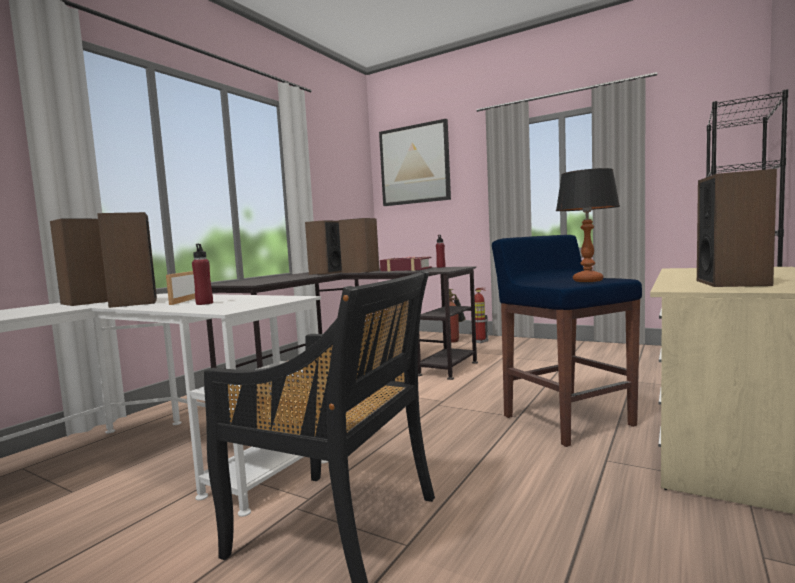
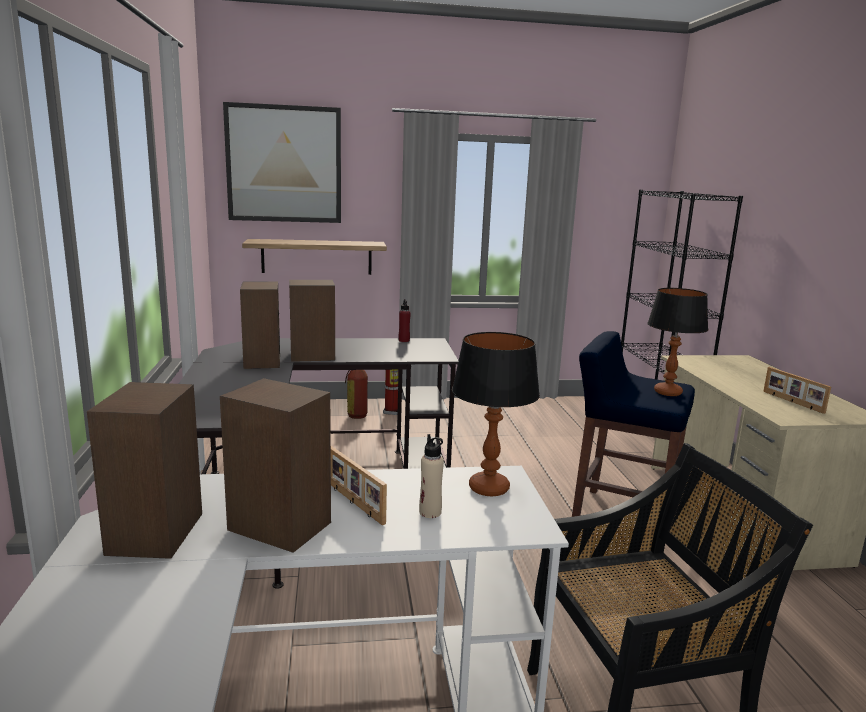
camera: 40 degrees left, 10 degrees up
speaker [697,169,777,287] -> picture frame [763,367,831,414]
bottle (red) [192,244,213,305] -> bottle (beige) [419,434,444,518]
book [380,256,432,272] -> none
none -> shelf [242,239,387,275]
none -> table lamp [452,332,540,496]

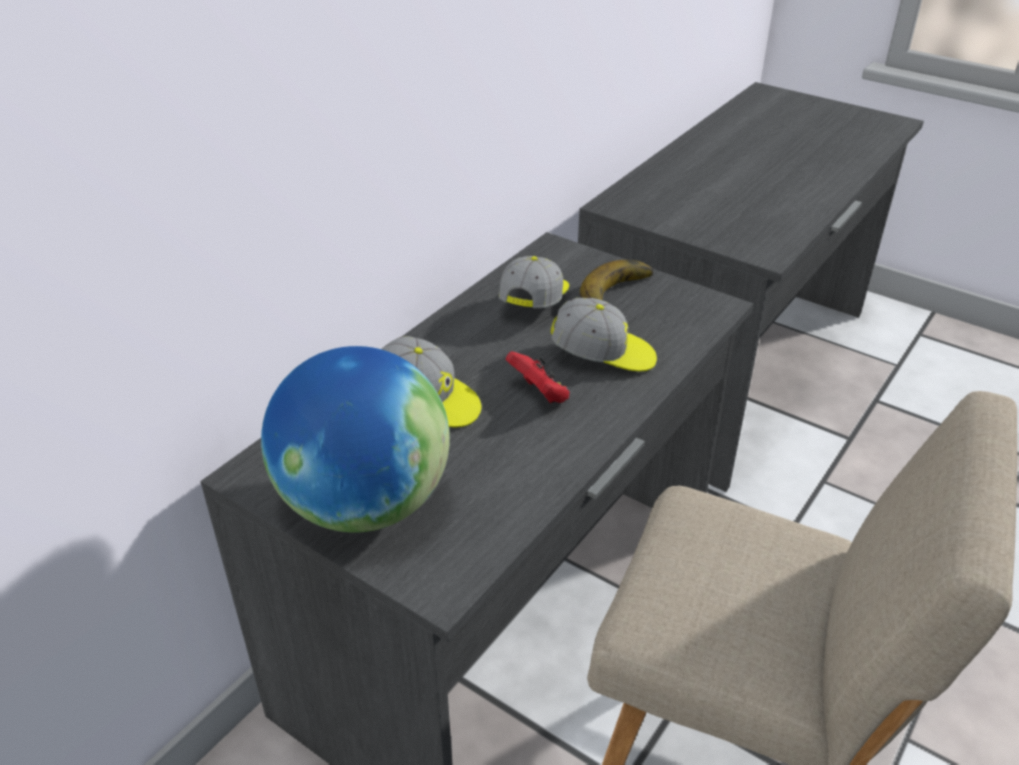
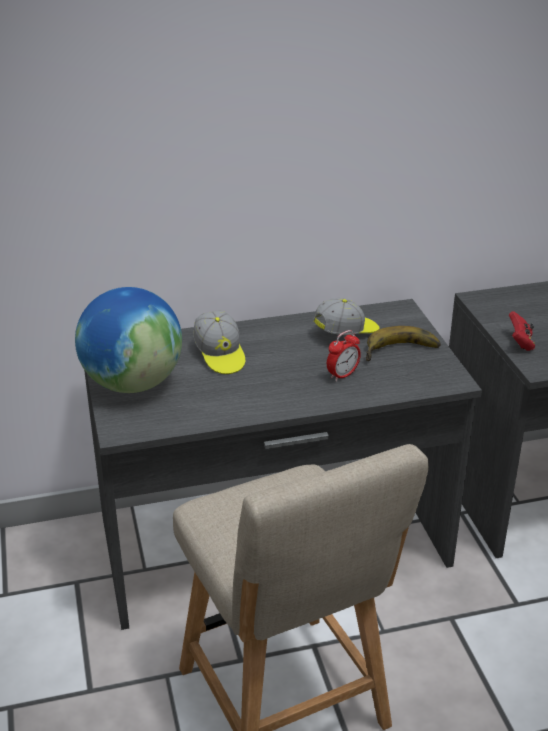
camera: 40 degrees right, 5 degrees down
cap [551,298,657,372] -> alarm clock [327,330,361,381]
game controller (red) [506,351,570,403] -> game controller (red) [509,311,535,351], moved

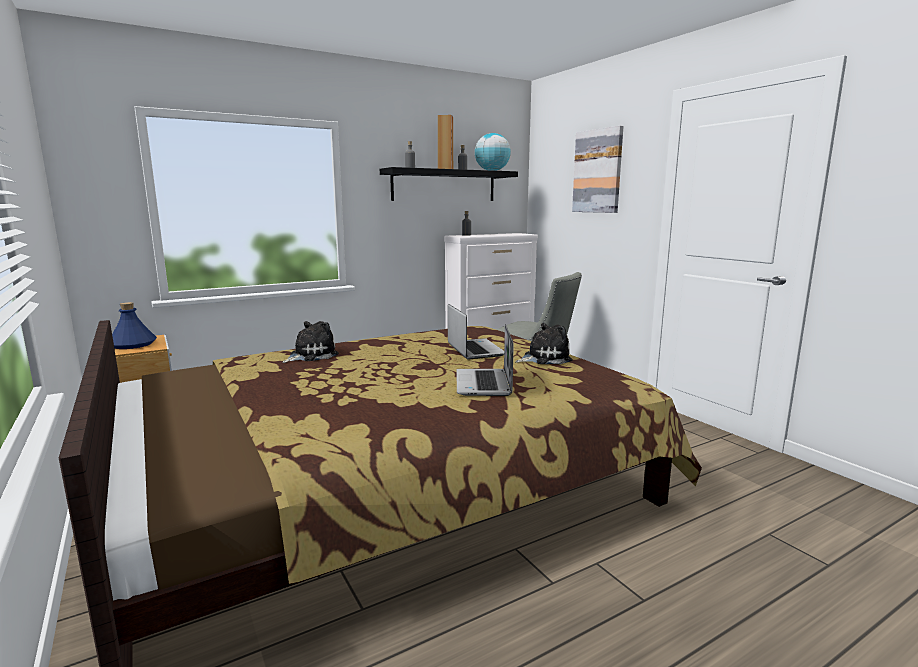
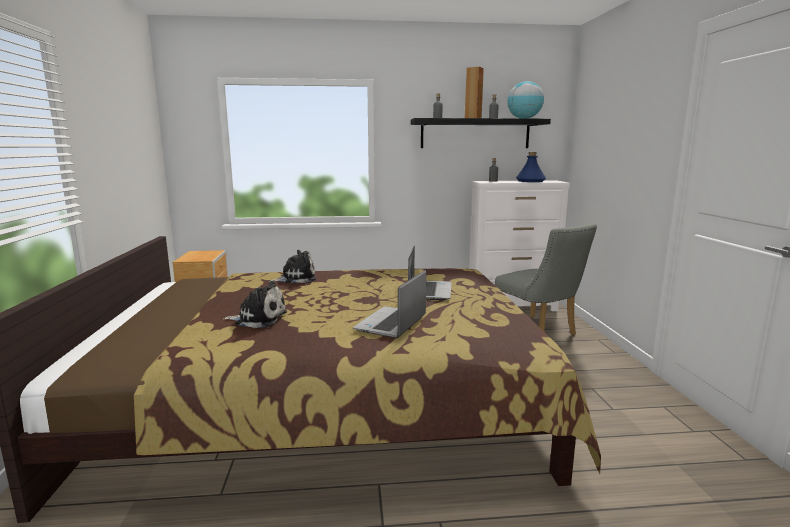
camera: 25 degrees right, 0 degrees up
picture [572,126,624,213] -> none
bottle (blue) [112,302,157,349] -> bottle (blue) [516,152,546,182], moved
plush toy [515,323,572,364] -> plush toy [223,281,287,328], moved

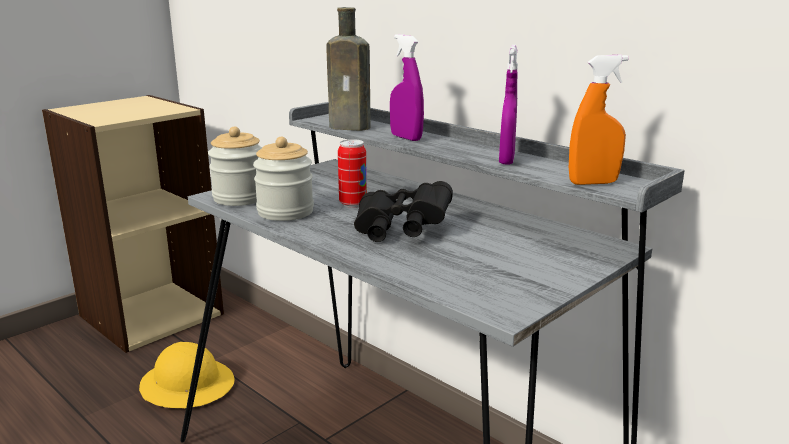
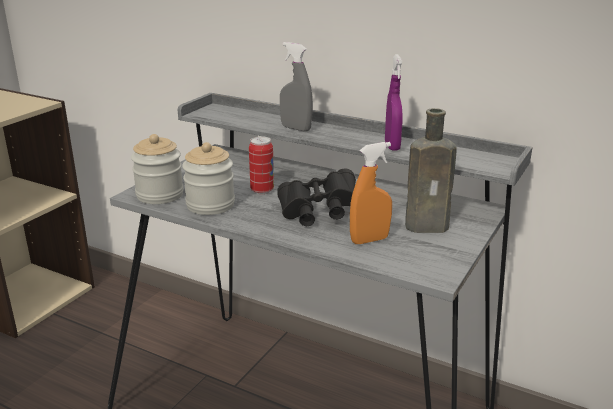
camera: 15 degrees left, 5 degrees up
bottle (brown) [326,7,371,131] -> bottle (brown) [405,108,457,233], moved
spray bottle (purple) [390,34,424,141] -> spray bottle (grey) [280,42,313,132]
spray bottle (orange) [569,55,629,185] -> spray bottle (orange) [350,142,392,244], moved
hard hat (yellow) [139,342,234,408] -> none

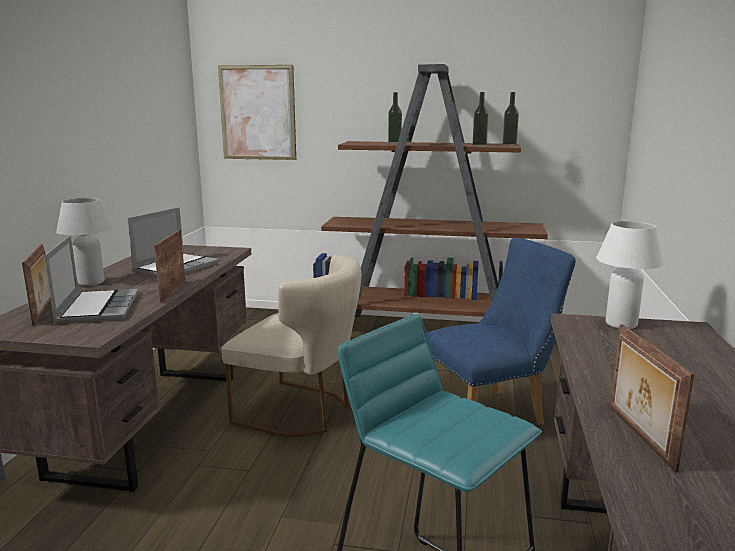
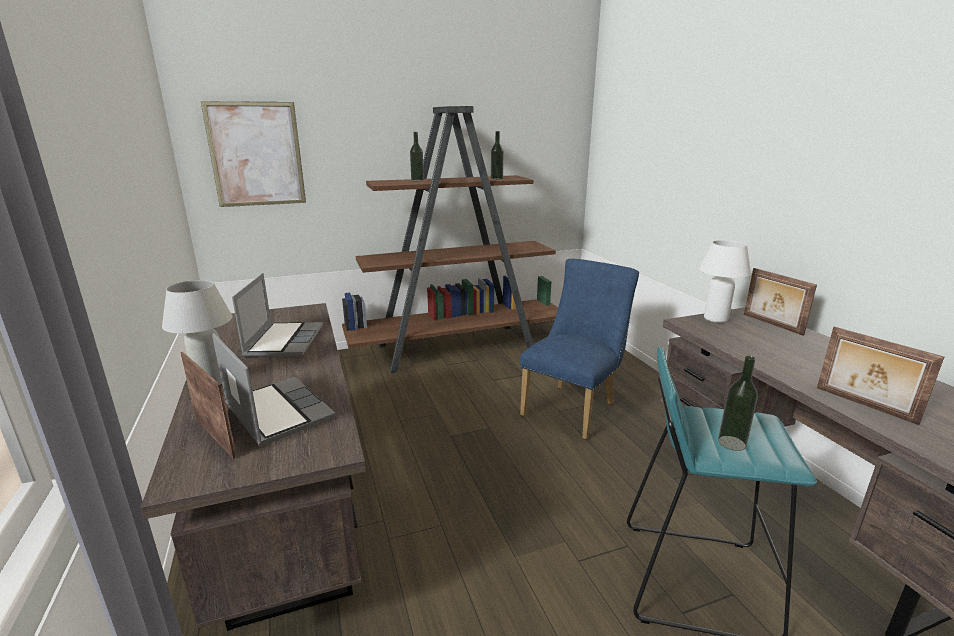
camera: 30 degrees left, 5 degrees up
bottle [503,92,519,146] -> bottle [718,356,758,451], moved
picture frame [154,229,185,303] -> picture frame [744,268,817,336], moved
chair (beige) [221,255,361,437] -> none

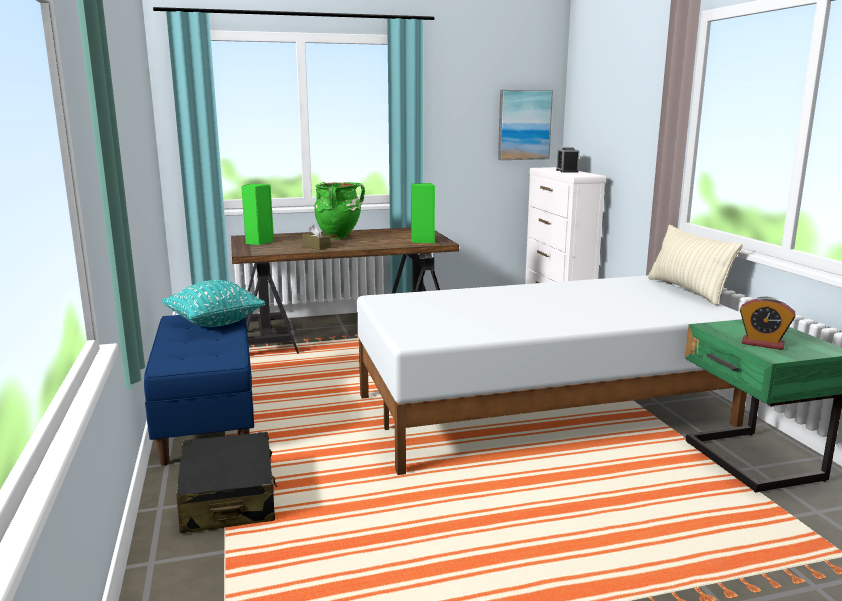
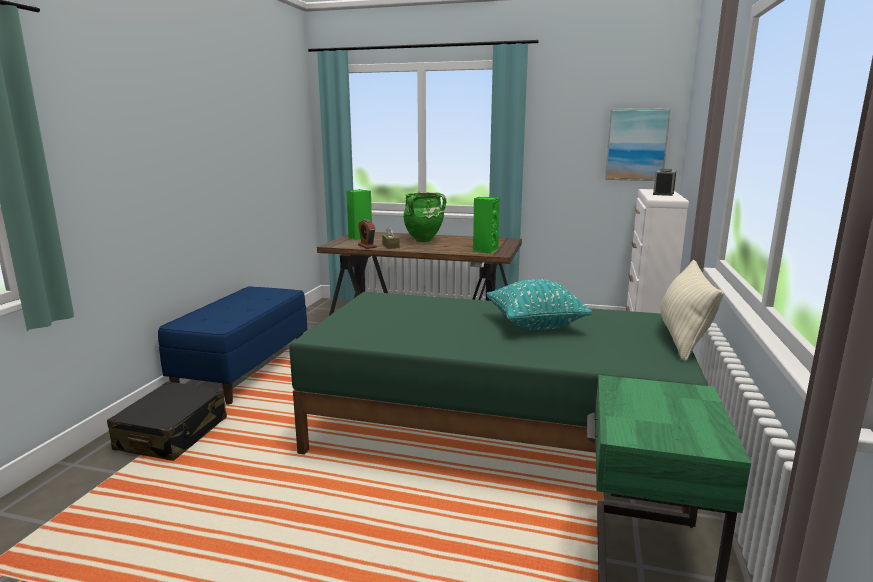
camera: 30 degrees right, 0 degrees up
bed (white) [357,275,747,475] -> bed (green) [289,292,709,514]
pillow (turquoise) [162,280,266,327] -> pillow (turquoise) [486,279,592,330], moved
alarm clock [740,297,796,350] -> alarm clock [358,219,377,249], moved

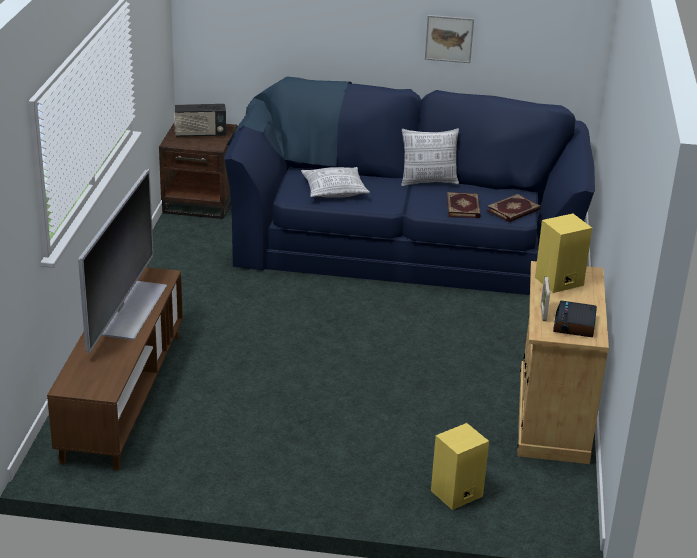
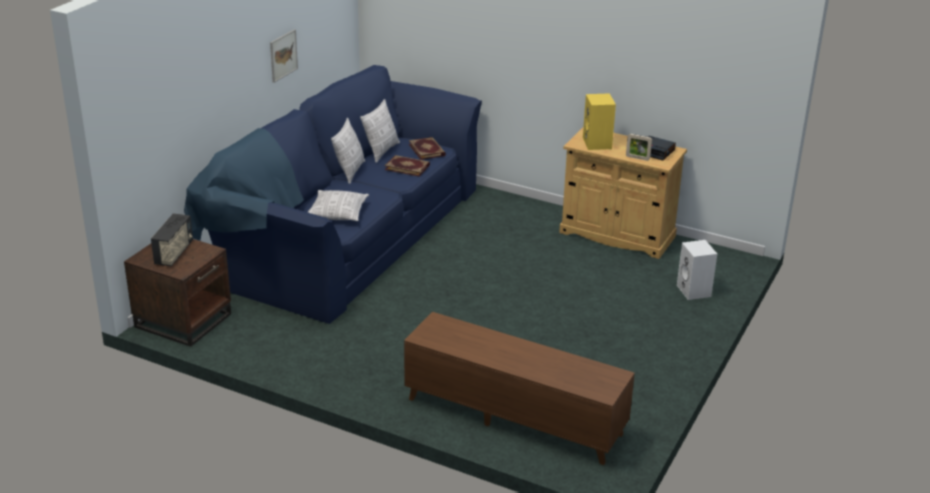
camera: 70 degrees left, 0 degrees up
television [78,169,167,354] -> none
speaker (yellow) [431,423,489,510] -> speaker (white) [677,240,717,300]
none -> pillow [360,99,400,163]

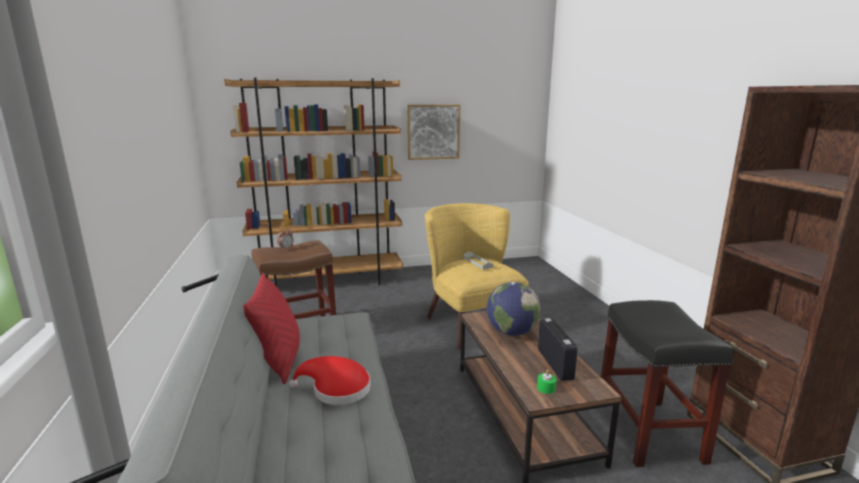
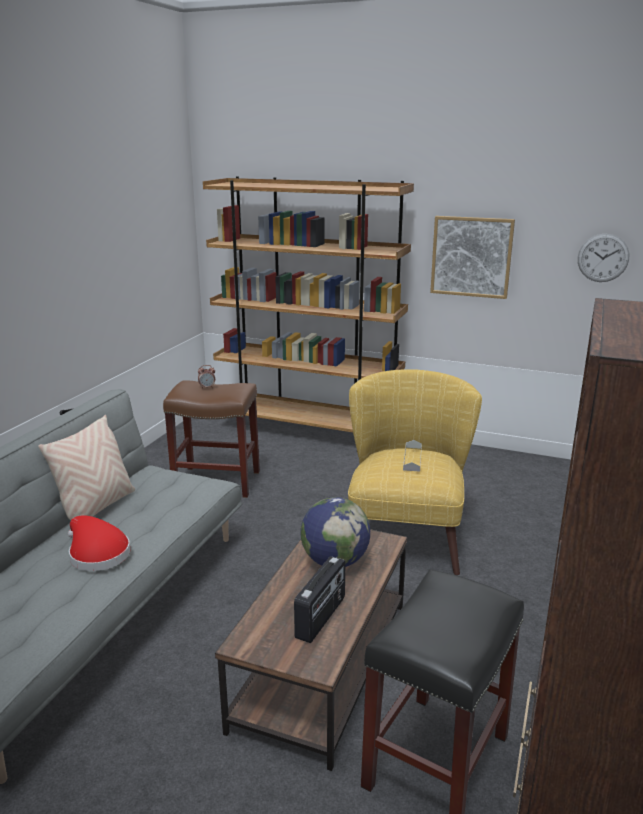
camera: 35 degrees right, 5 degrees up
pillow (red) [243,273,300,384] -> pillow (beige) [38,415,135,521]
candle (green) [537,369,556,394] -> none
none -> wall clock [578,234,629,282]

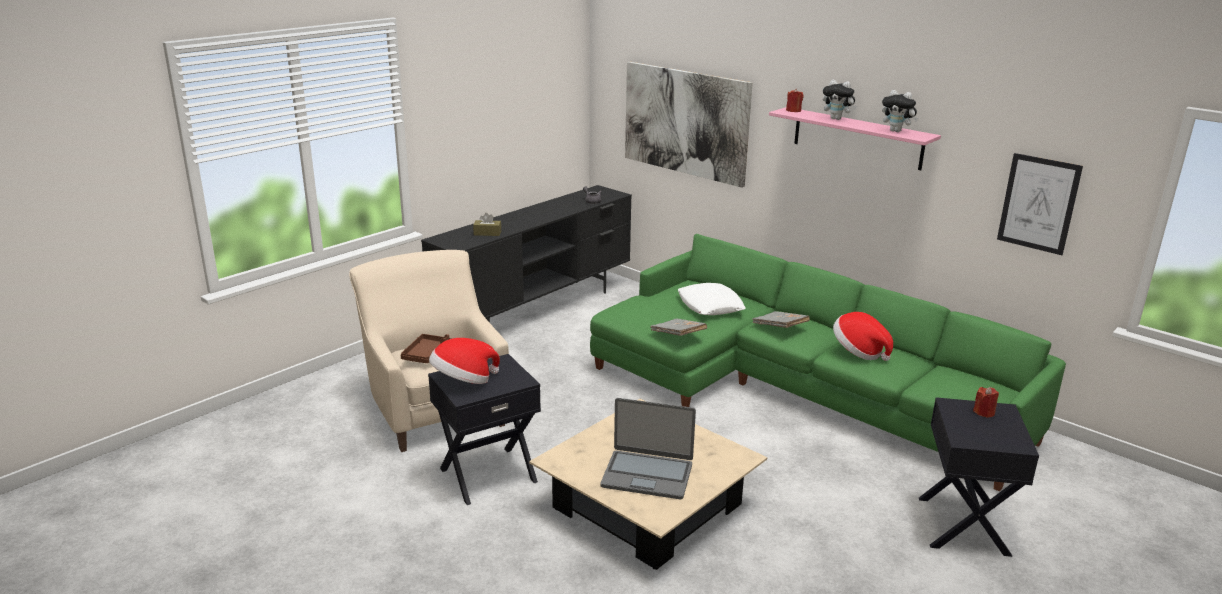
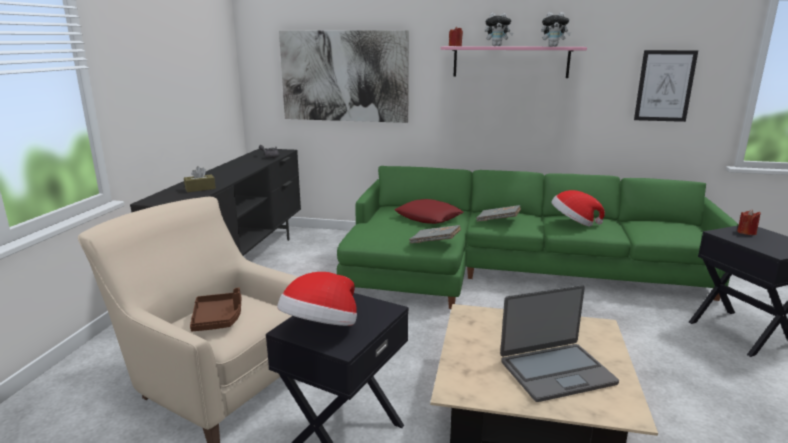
camera: 30 degrees left, 5 degrees down
pillow (white) [678,283,746,315] -> pillow (red) [395,199,464,224]

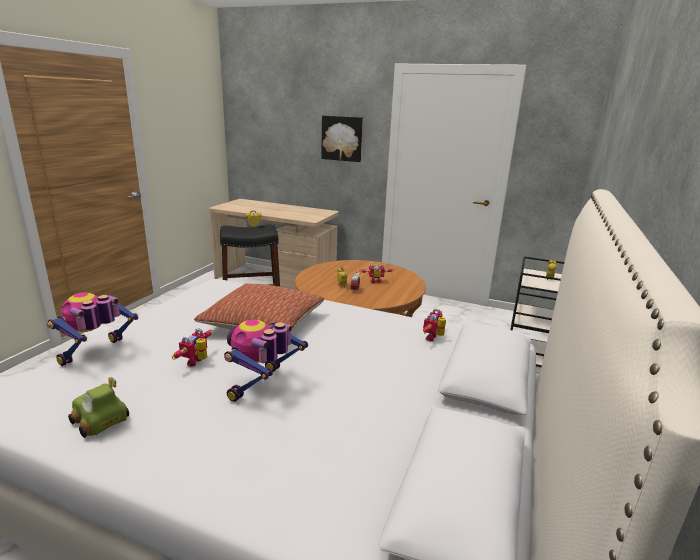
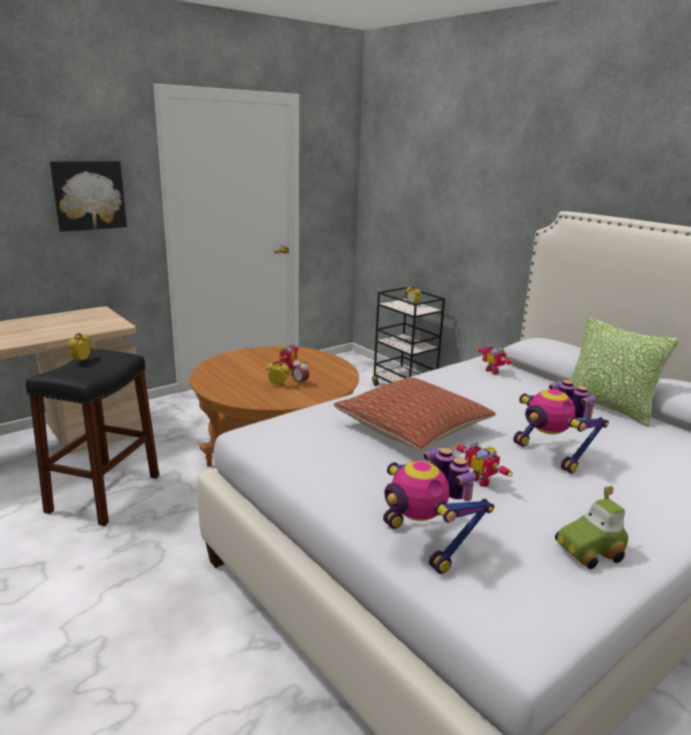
camera: 60 degrees left, 0 degrees up
none -> pillow [570,317,679,426]

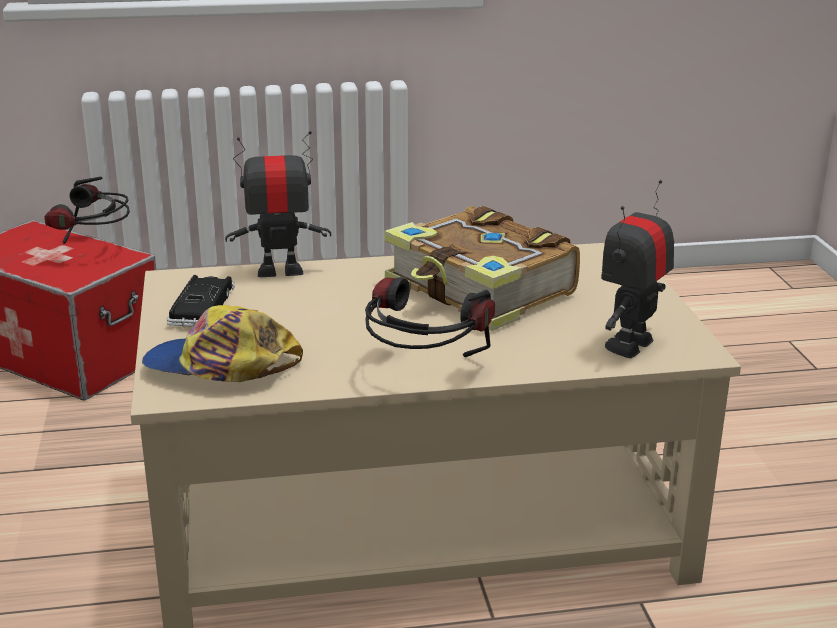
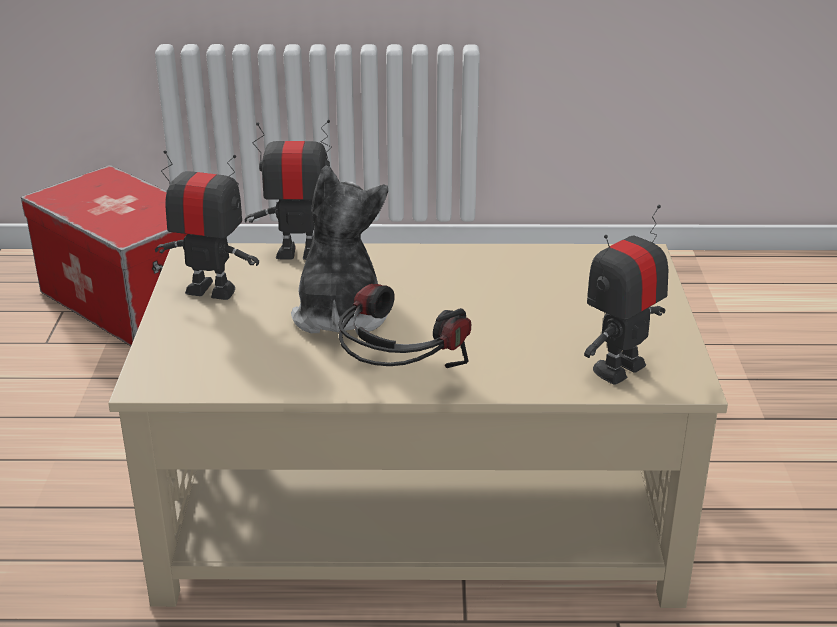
camera: 10 degrees right, 5 degrees up
headphones [45,177,130,244] -> none
book [384,206,580,331] -> none
toy car (black) [167,275,235,327] -> toy robot [155,150,259,300]
cap [142,305,303,382] -> none
none -> plush toy [291,165,388,333]

